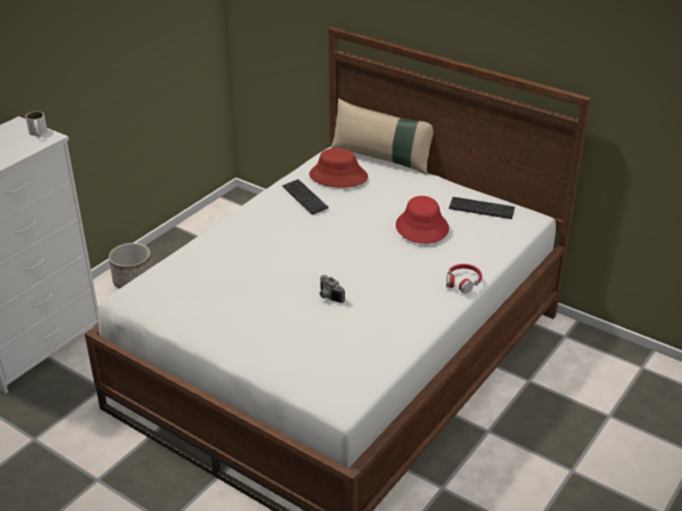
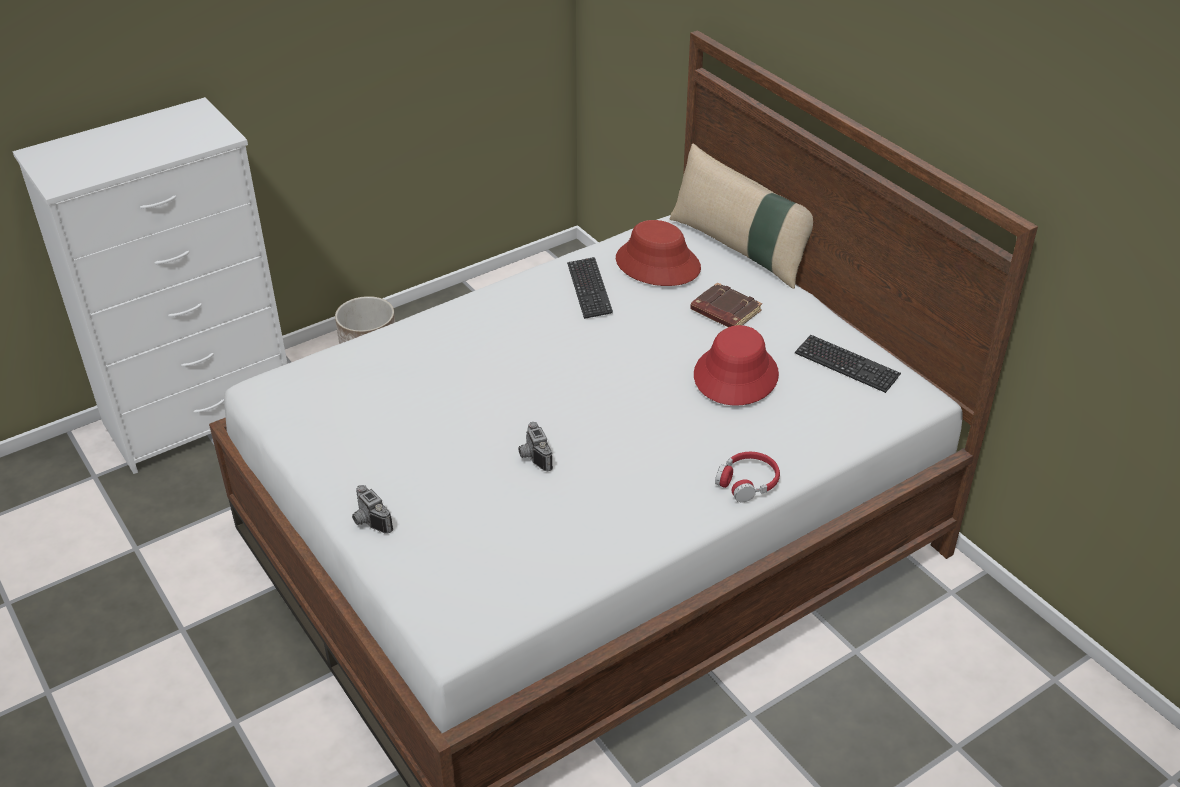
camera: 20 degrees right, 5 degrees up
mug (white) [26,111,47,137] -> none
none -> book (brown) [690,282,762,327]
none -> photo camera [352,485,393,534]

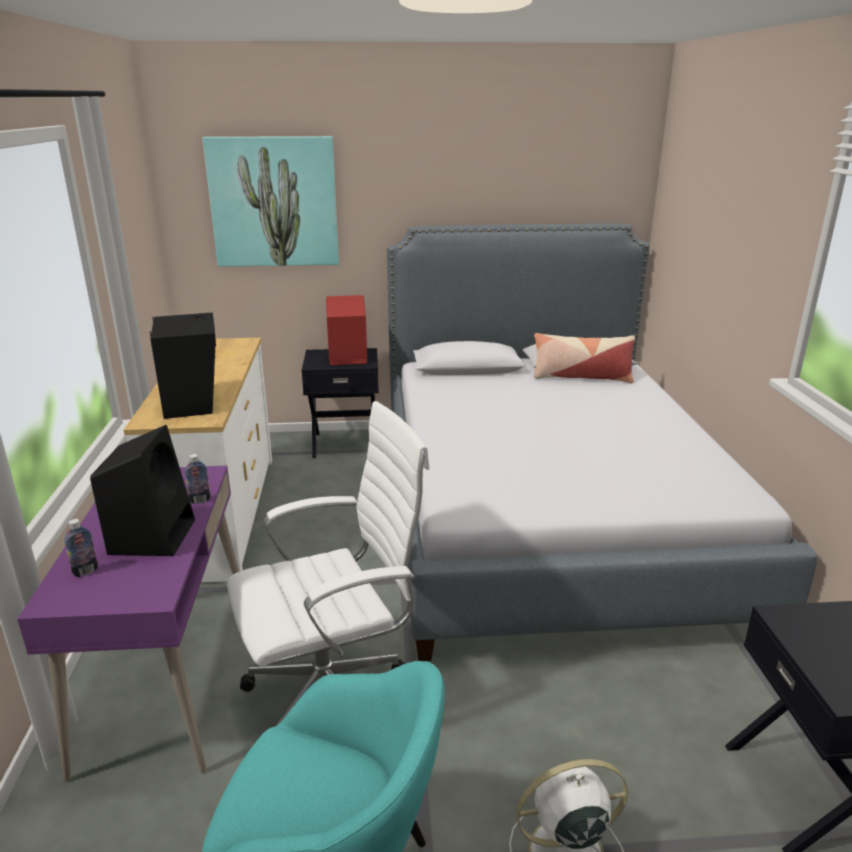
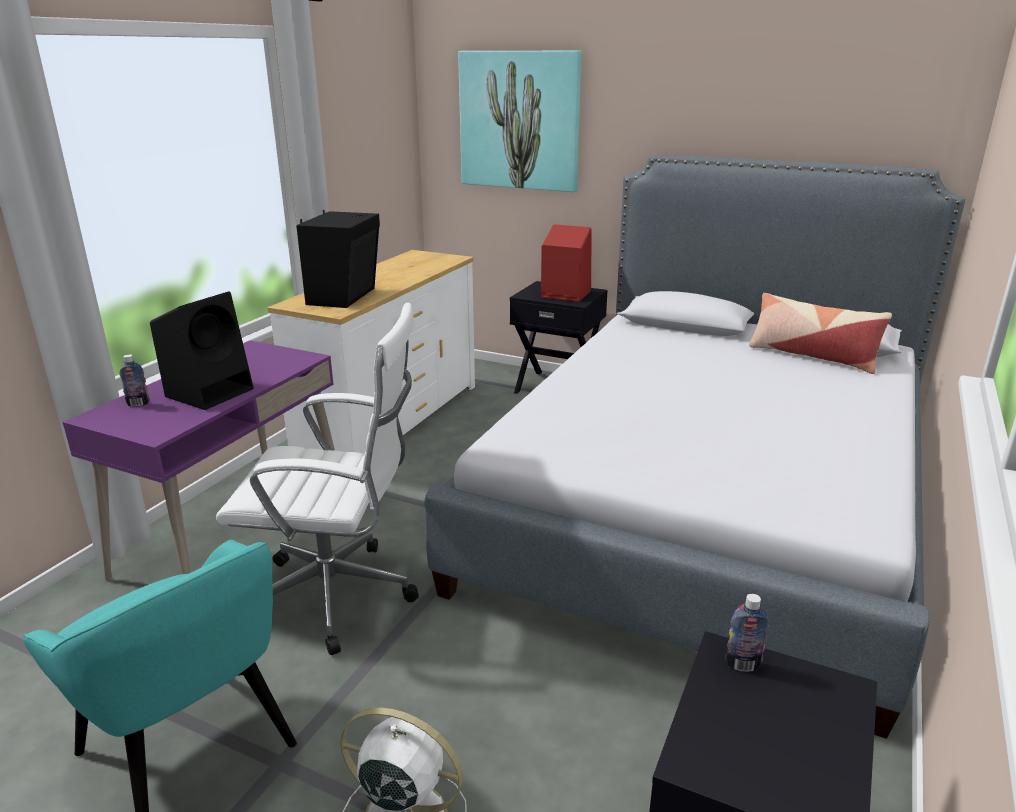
camera: 30 degrees right, 0 degrees up
bottle [185,454,211,504] -> bottle [726,594,769,672], moved

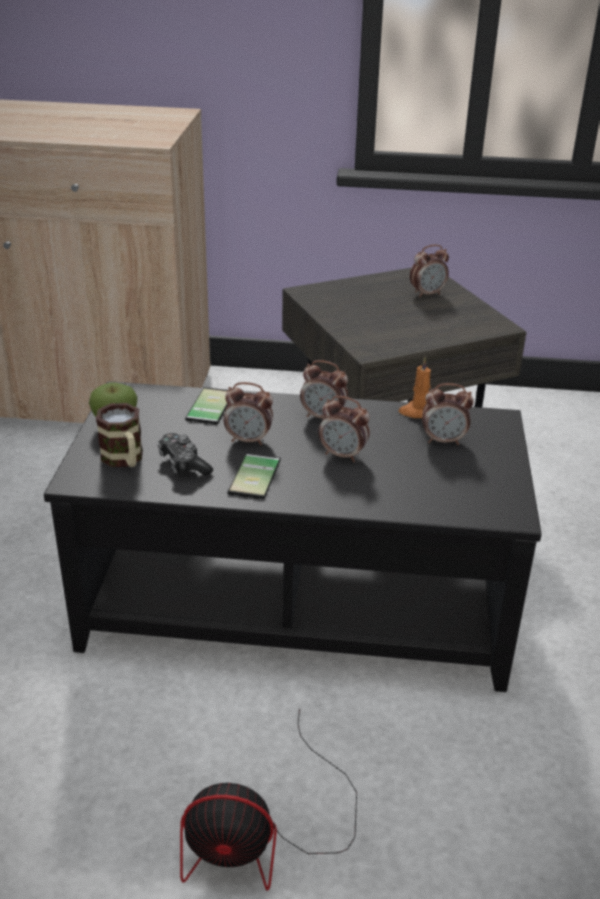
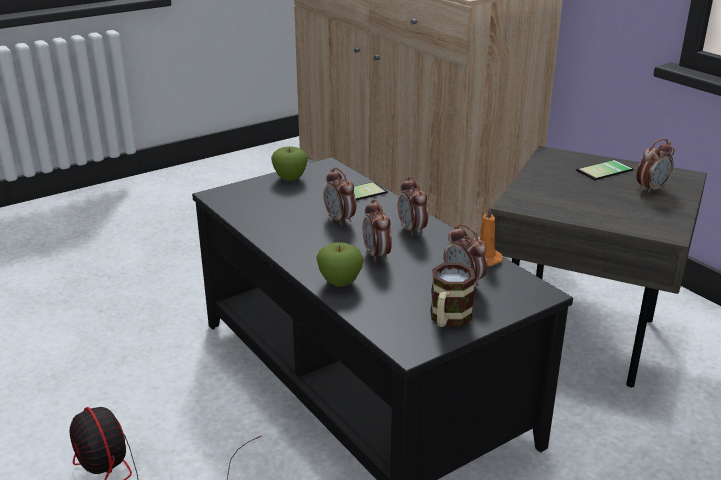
camera: 50 degrees right, 5 degrees down
alarm clock [410,244,449,298] -> alarm clock [636,139,674,194], 60 degrees counterclockwise
mug [96,403,143,467] -> mug [430,263,476,327], moved
game controller [157,433,213,476] -> none
phone [228,453,281,499] -> phone [576,160,633,180], moved
none -> apple [316,242,364,287]

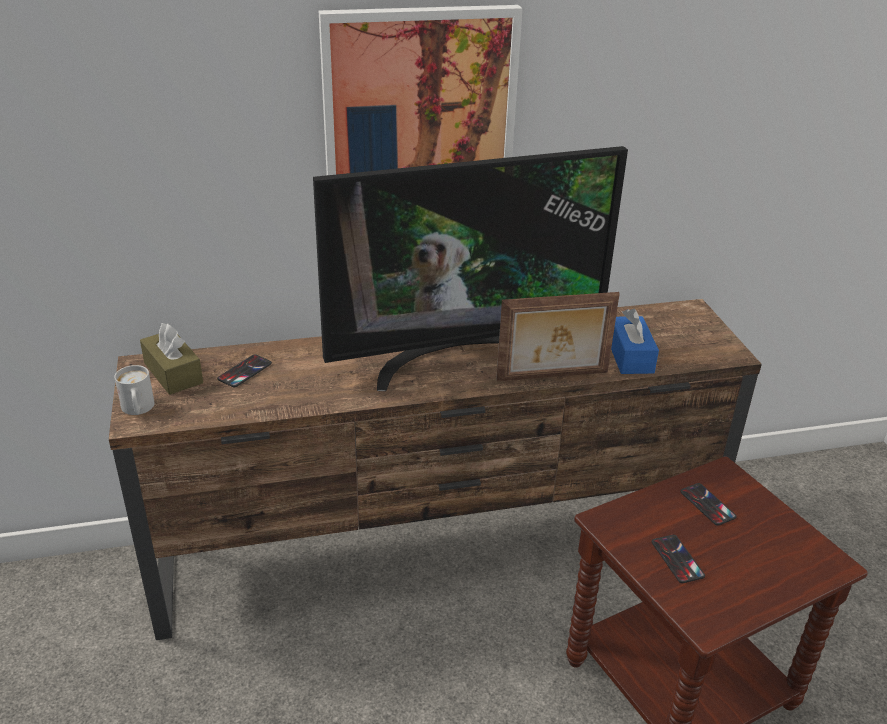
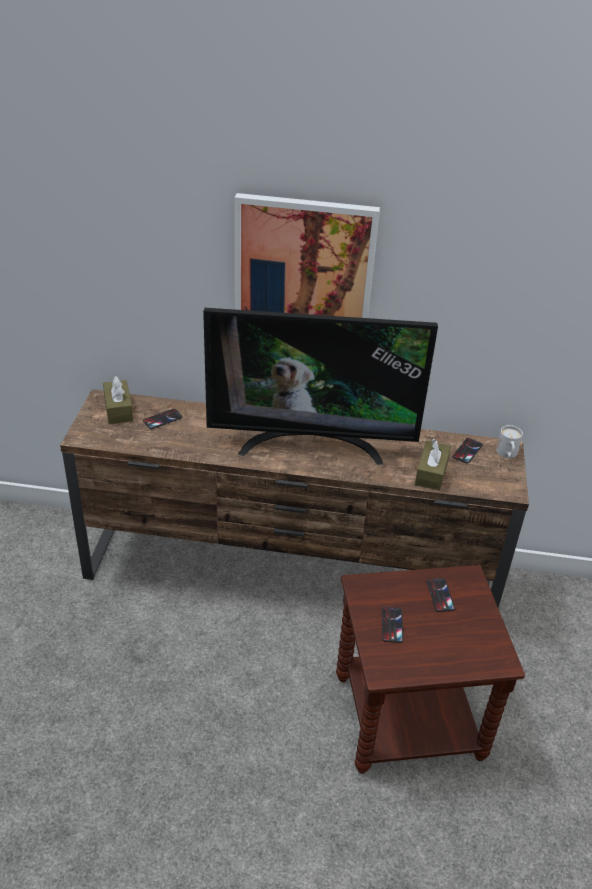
camera: 20 degrees right, 5 degrees up
picture frame [496,292,620,381] -> none
tissue box (blue) [611,309,659,374] -> tissue box (brown) [415,439,451,491]
mug (white) [114,365,155,415] -> mug (white) [496,425,523,459], moved
none -> phone [452,438,483,464]

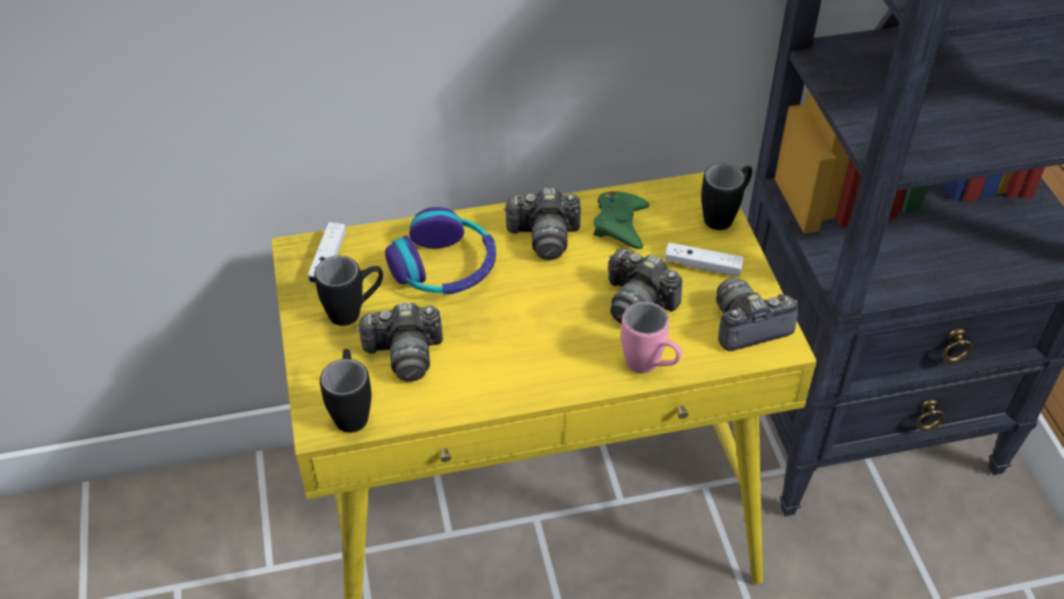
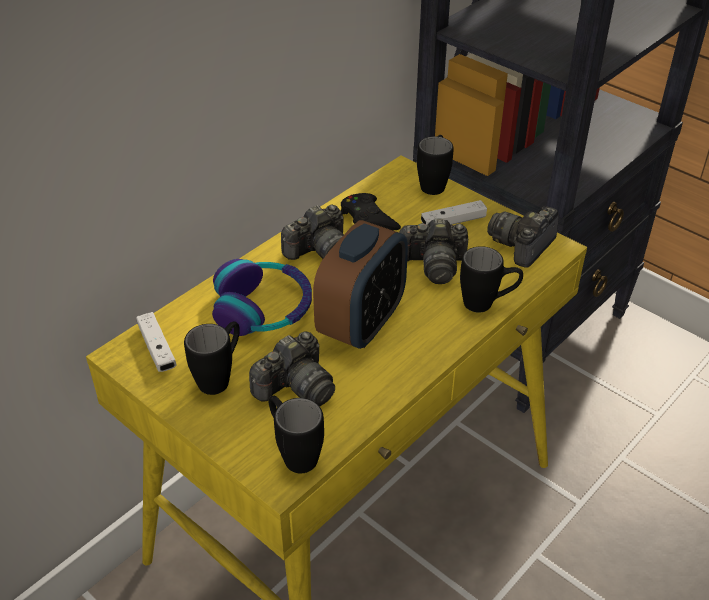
camera: 35 degrees left, 5 degrees down
game controller (green) [593,191,649,249] -> game controller (black) [341,193,401,230]
mug (pink) [621,302,682,373] -> mug (black) [460,246,523,313]
none -> alarm clock [313,220,408,349]

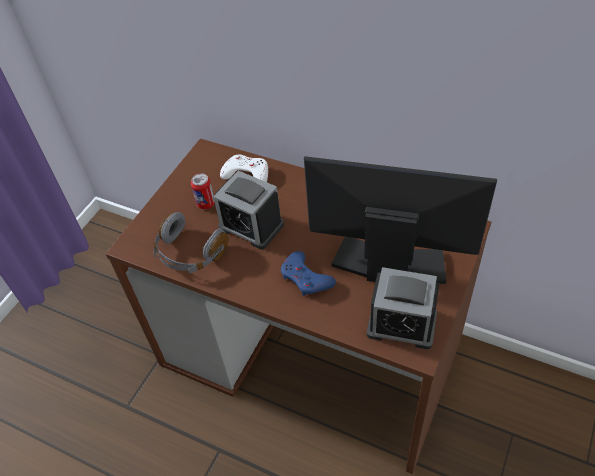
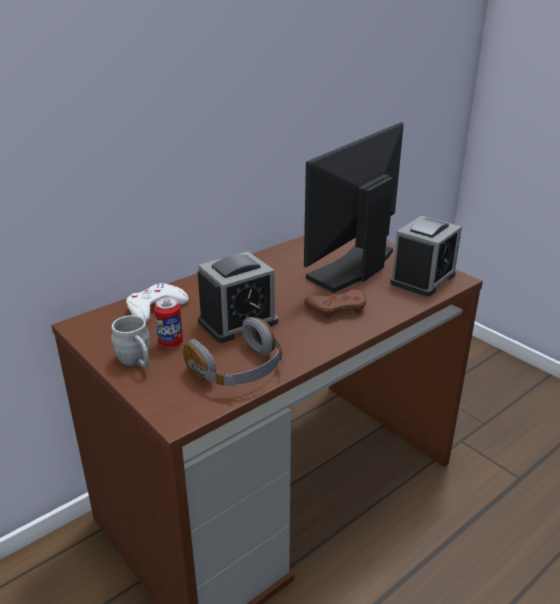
camera: 70 degrees left, 20 degrees down
game controller (blue) [281,251,336,296] -> game controller (brown) [304,289,366,320]
none -> mug (grey) [111,315,150,368]

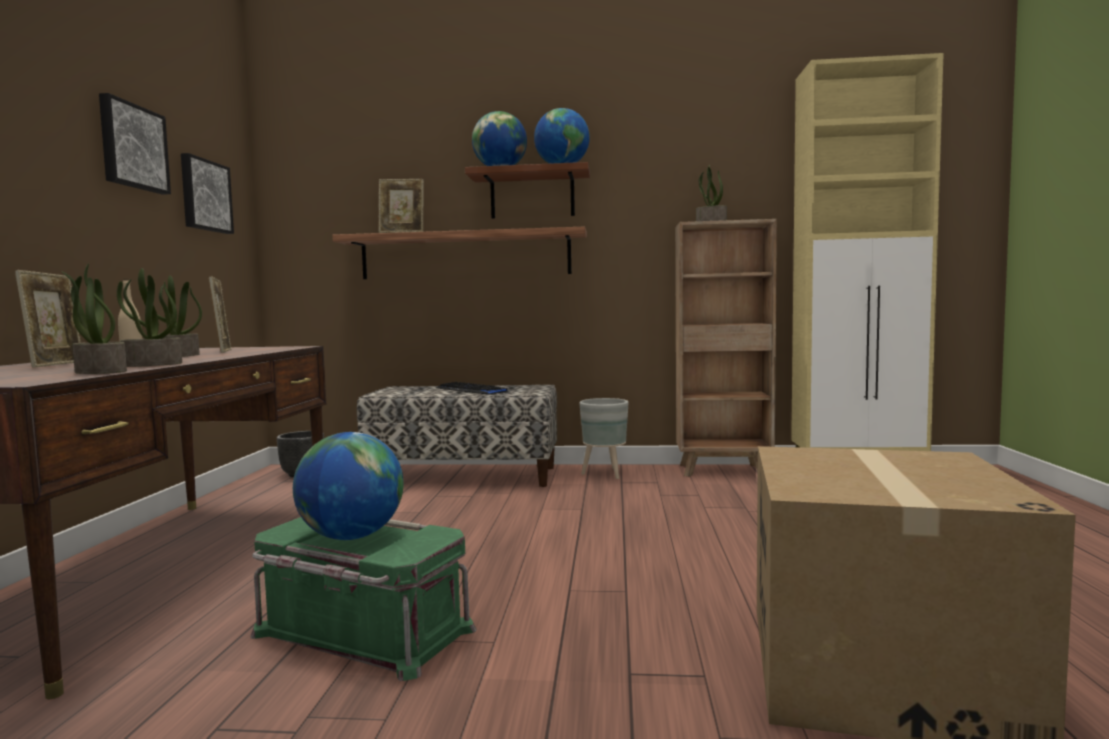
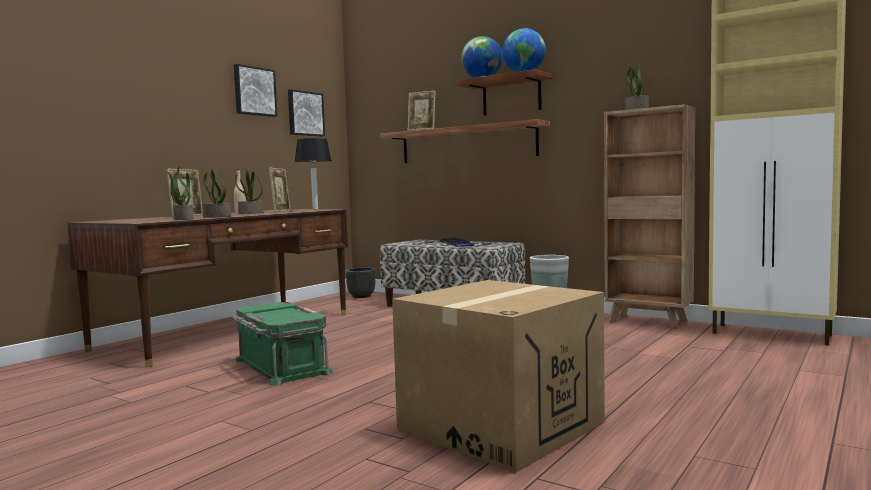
camera: 30 degrees right, 0 degrees up
globe [293,432,404,540] -> none
none -> table lamp [294,138,332,210]

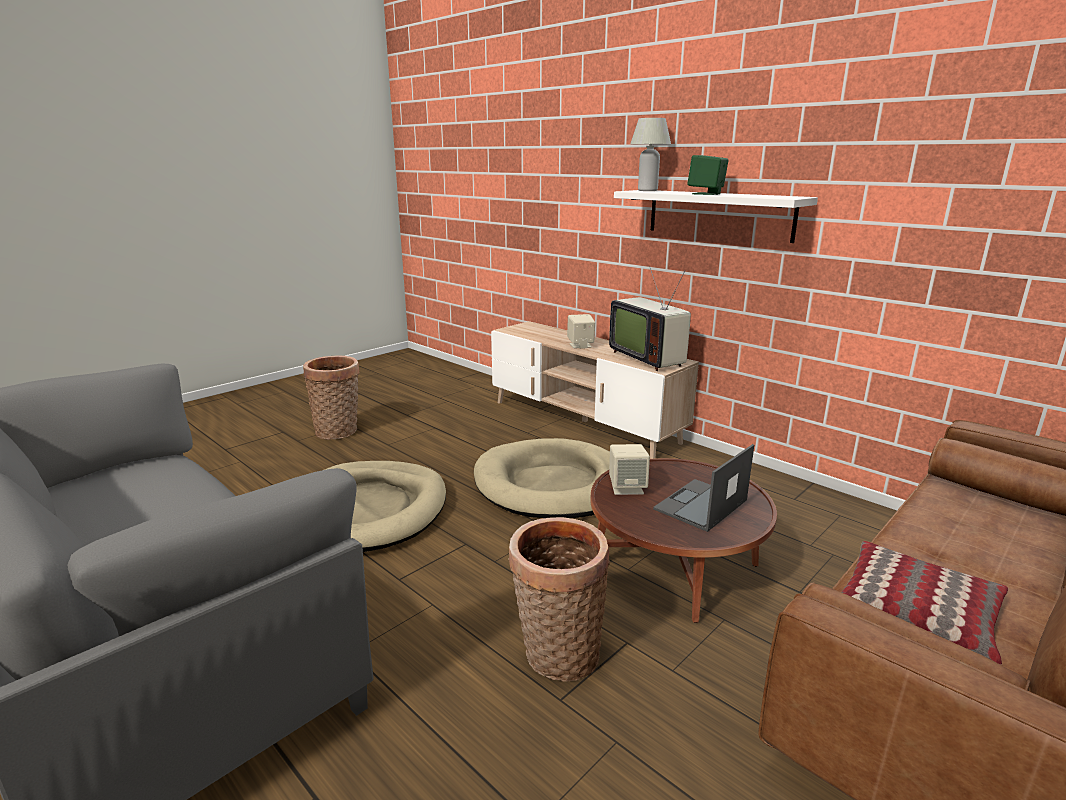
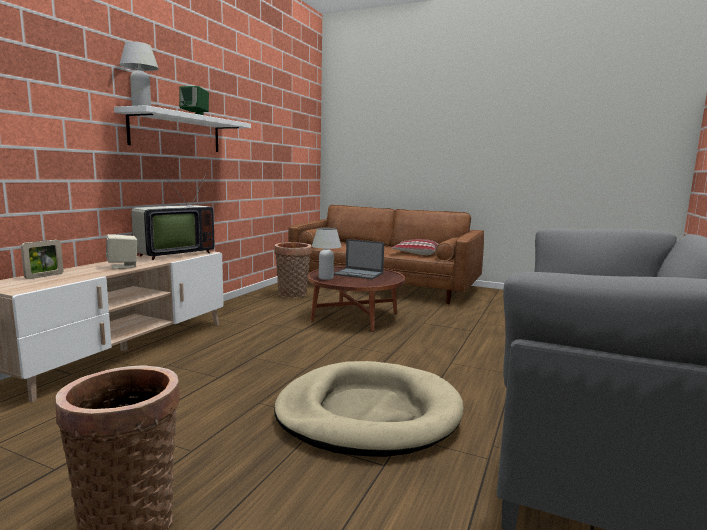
camera: 110 degrees left, 10 degrees down
dog bed (beige) [474,438,610,518] -> none
speaker (beige) [609,444,650,495] -> none
basket [508,517,610,682] -> basket [274,242,312,298], moved
none -> table lamp (white) [312,228,342,280]
none -> picture frame [21,240,63,279]

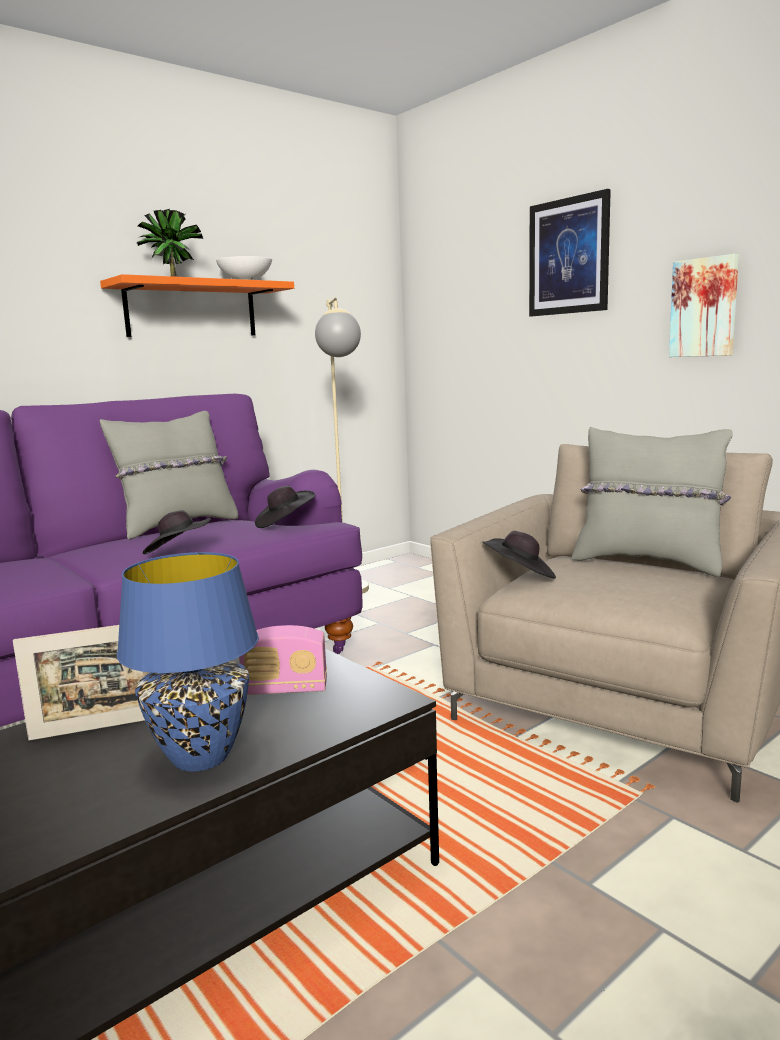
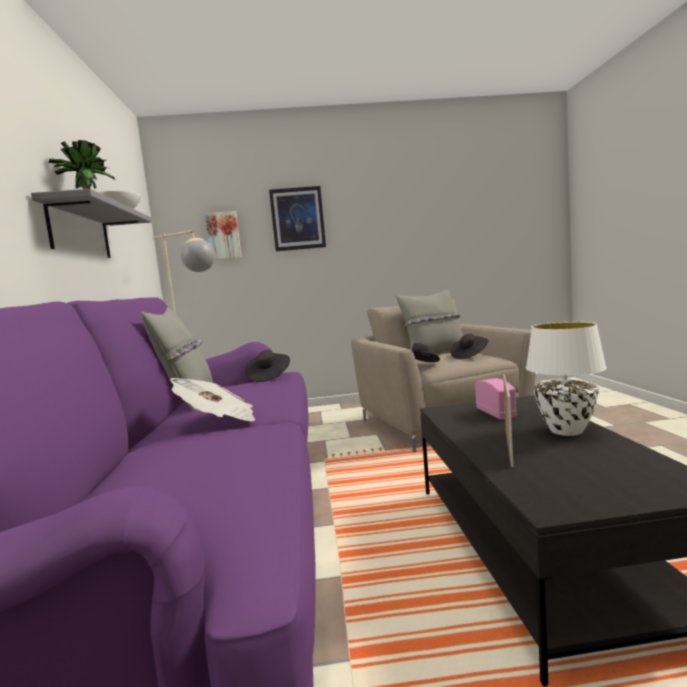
camera: 55 degrees left, 5 degrees down
picture [669,254,739,357] -> picture [205,211,242,260], moved
shelf (orange) [100,274,294,337] -> shelf (grey) [31,189,152,258]
hat (black) [143,510,210,555] -> hat (black) [451,334,488,359], moved
table lamp (blue) [117,552,259,772] -> table lamp (white) [526,322,607,436]
radio [239,625,327,695] -> radio [475,378,517,420], 45 degrees counterclockwise
none -> newspaper [170,378,255,421]

